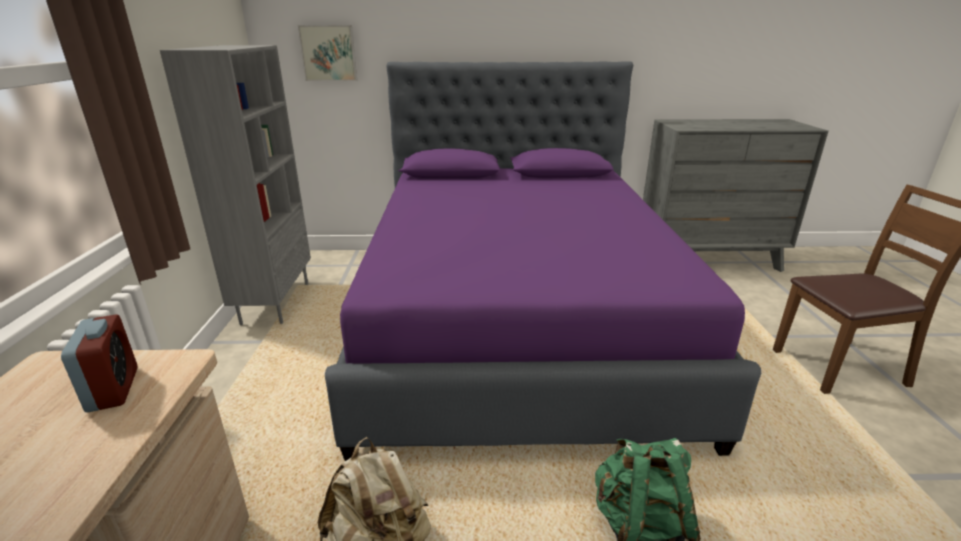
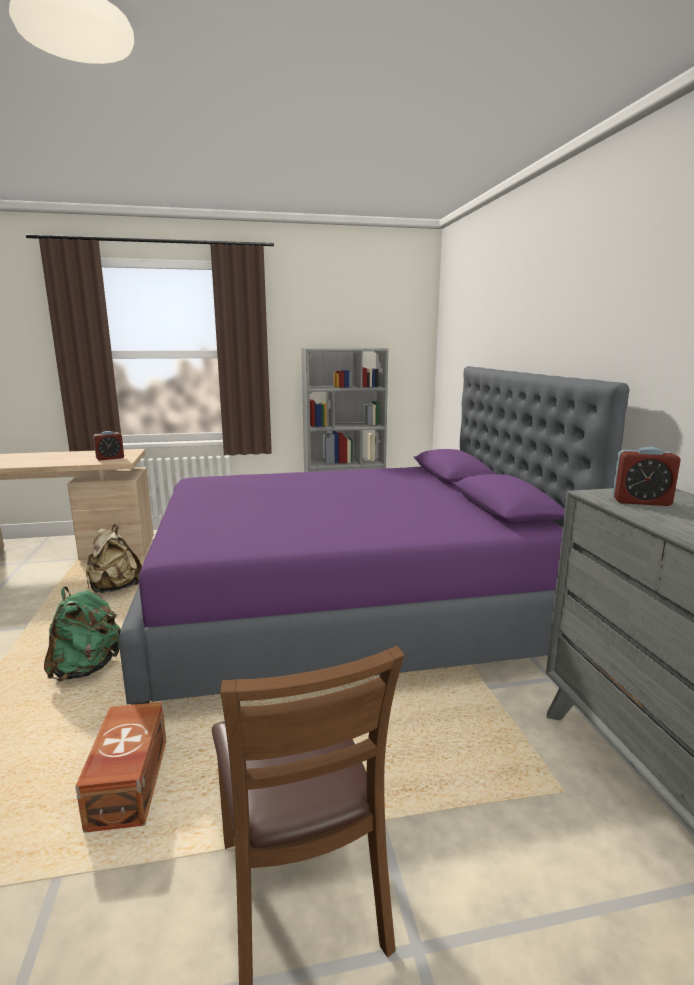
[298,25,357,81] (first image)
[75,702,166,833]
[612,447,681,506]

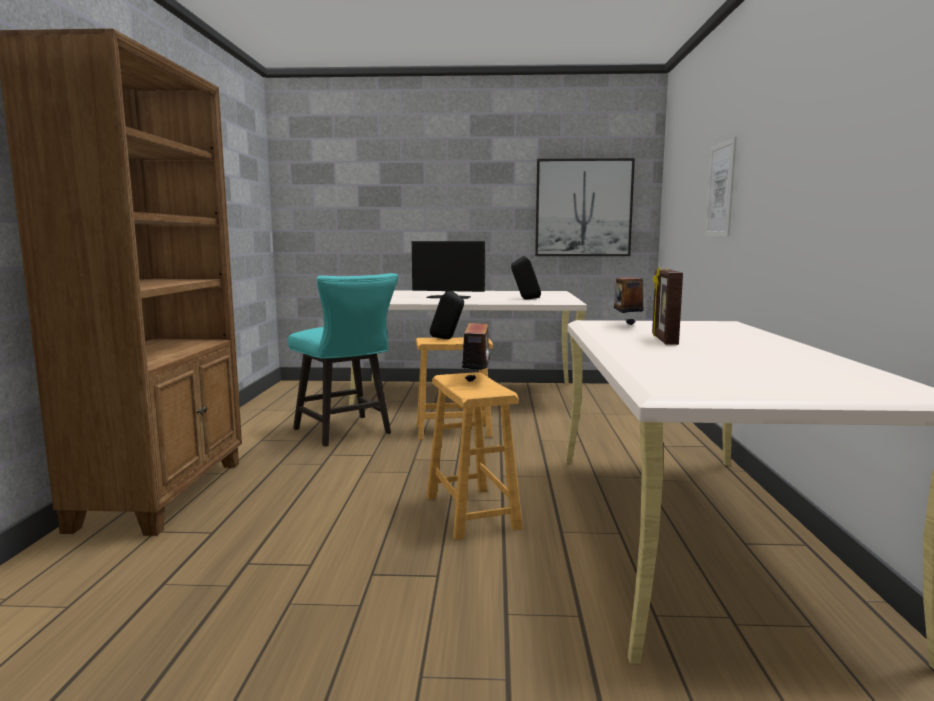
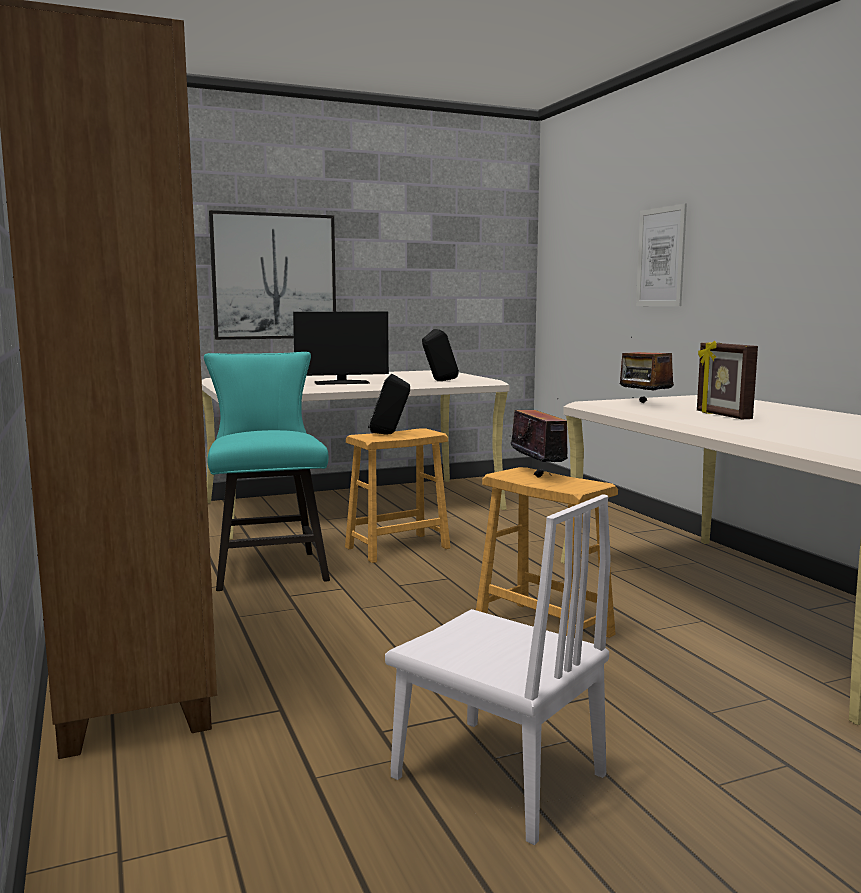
[385,494,611,845]
[209,210,336,340]
[204,352,330,591]

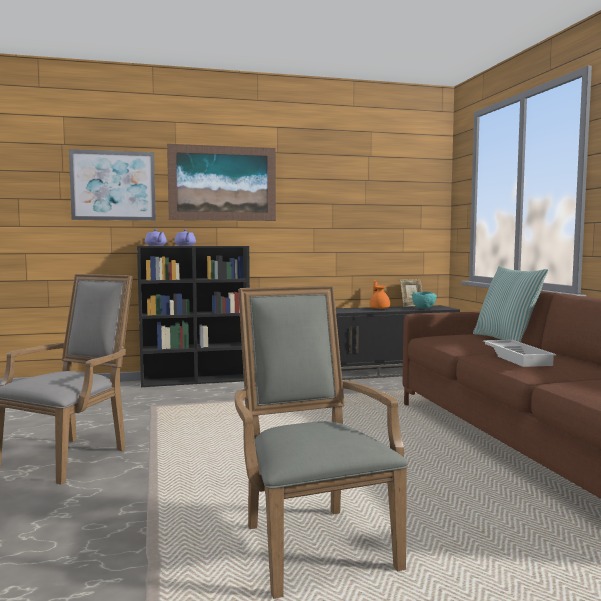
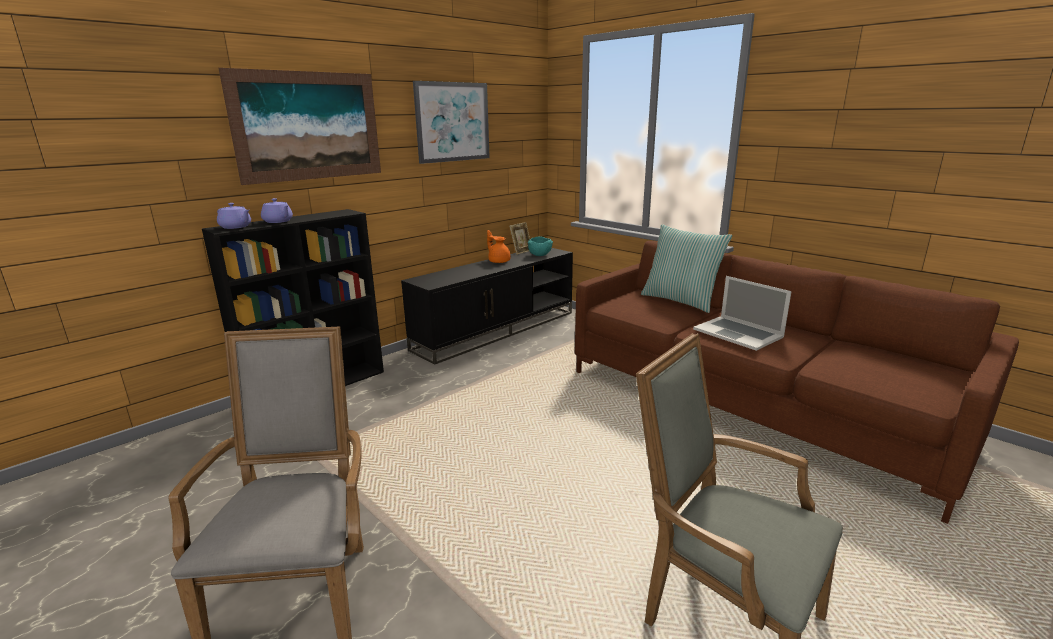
[413,81,490,164]
[693,276,792,351]

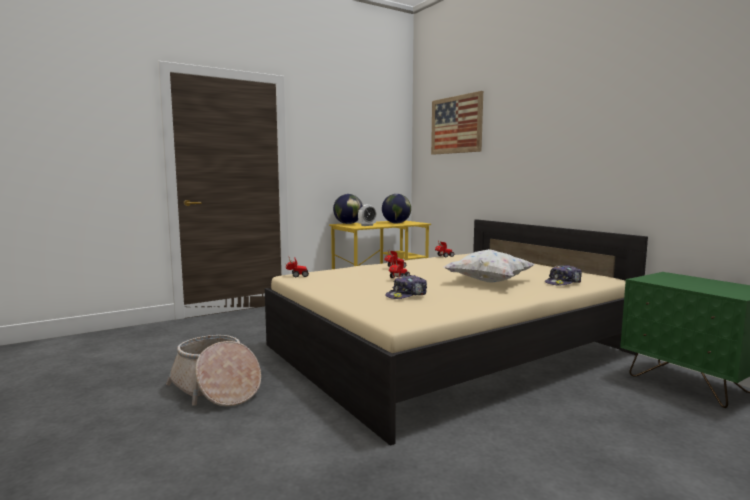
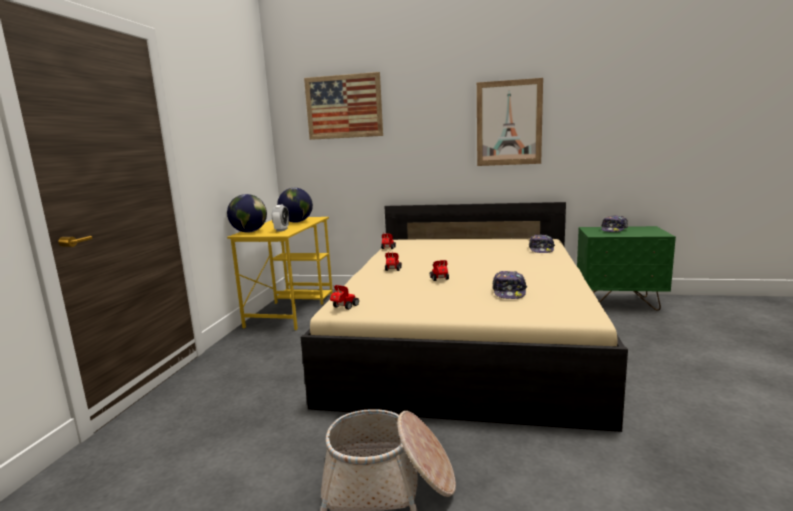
[444,249,535,283] (first image)
[477,78,543,166]
[601,215,628,232]

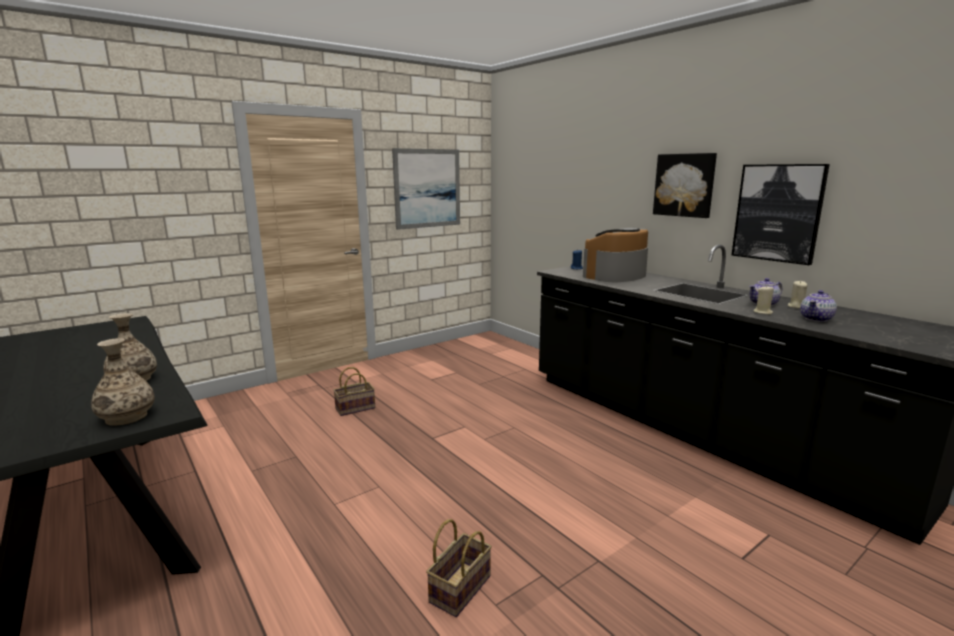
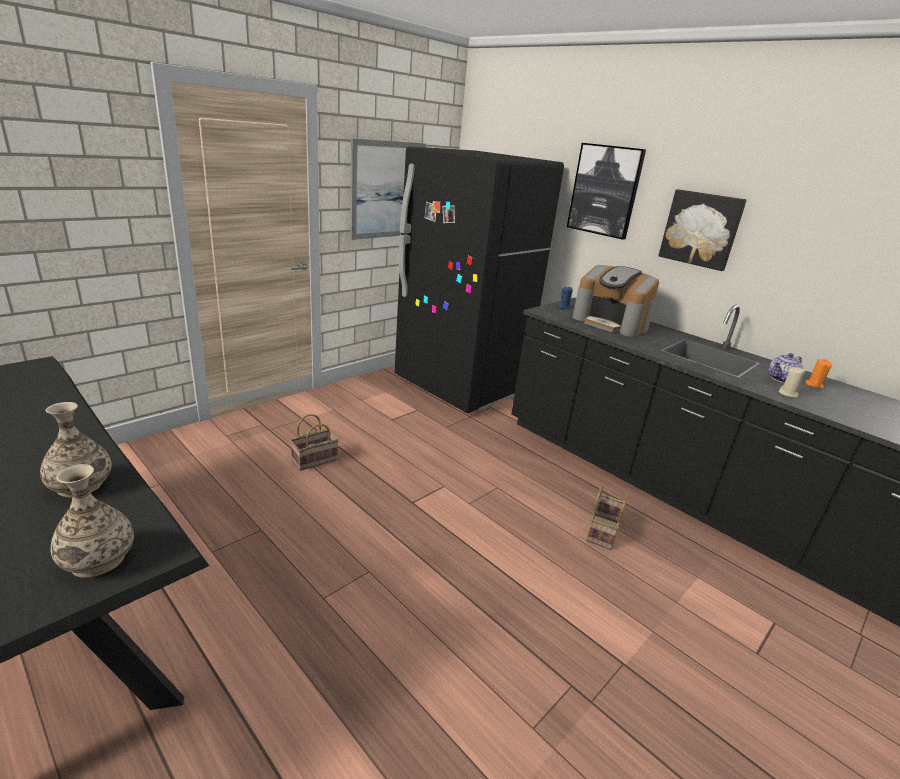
[800,290,837,322] (first image)
[395,147,564,413]
[586,484,628,550]
[567,143,646,240]
[805,359,832,389]
[573,265,659,337]

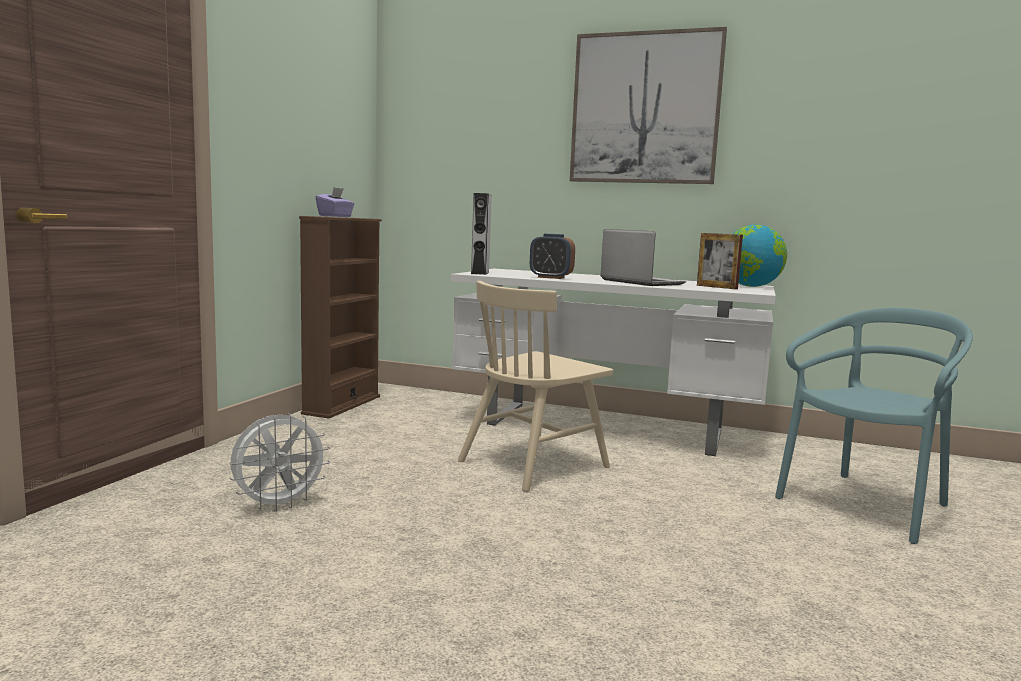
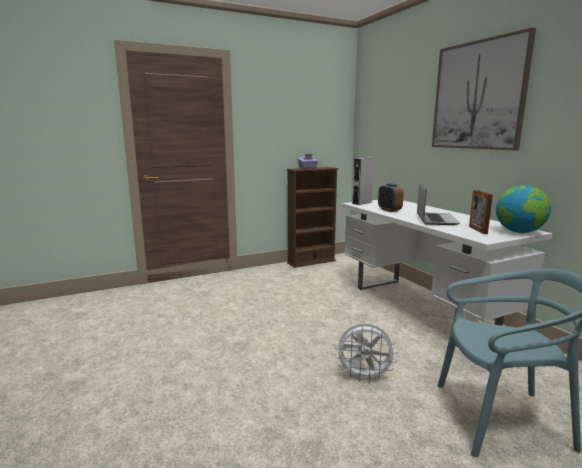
[458,281,613,492] (first image)
[335,324,398,382]

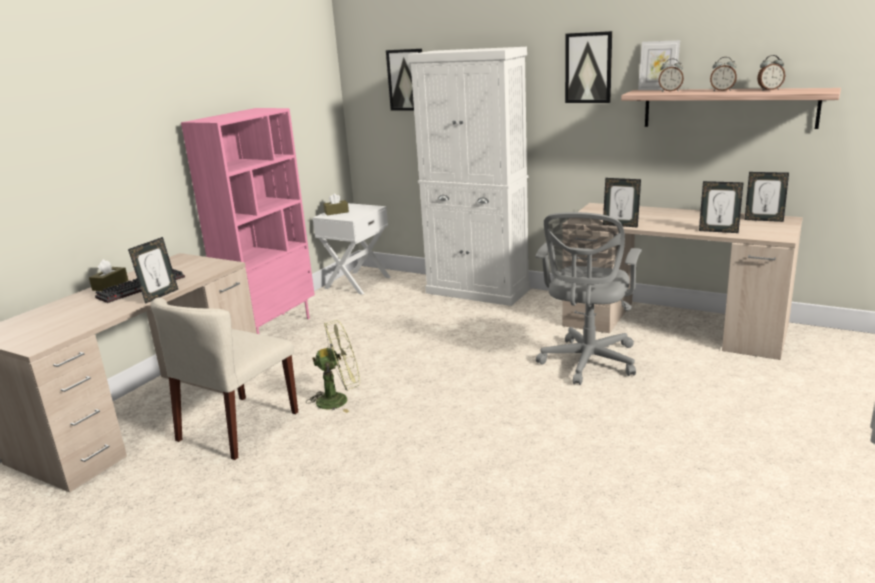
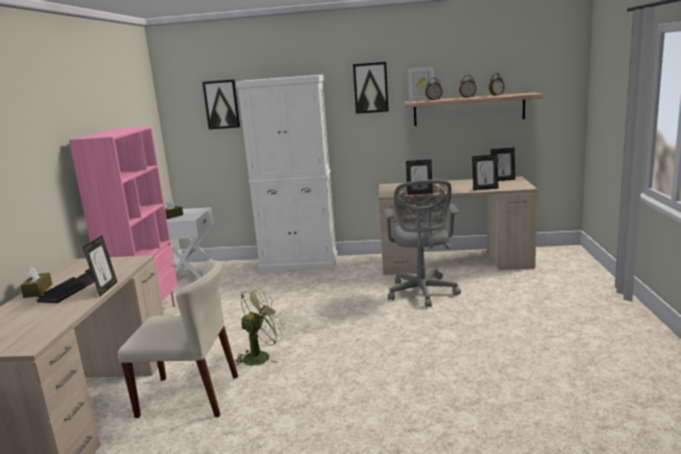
[118,260,238,418]

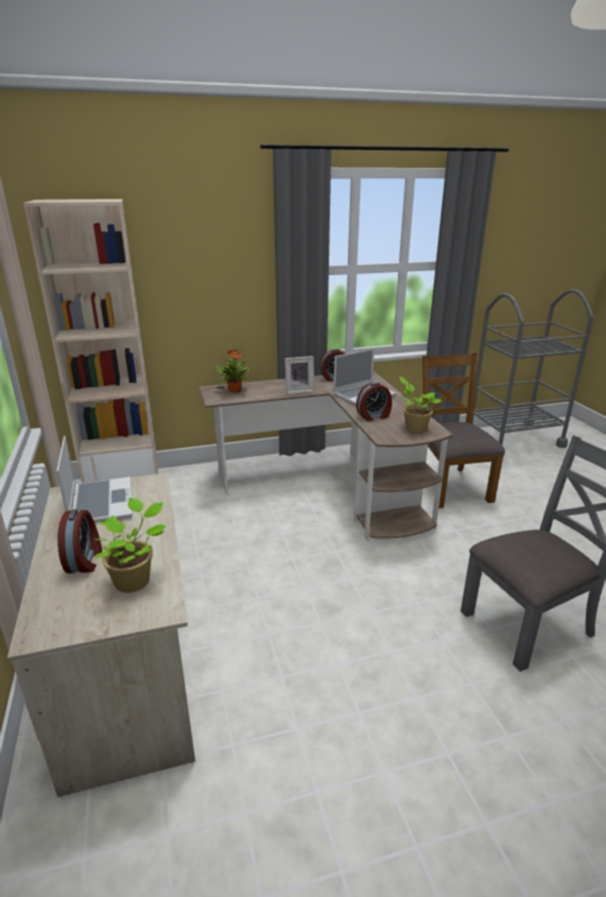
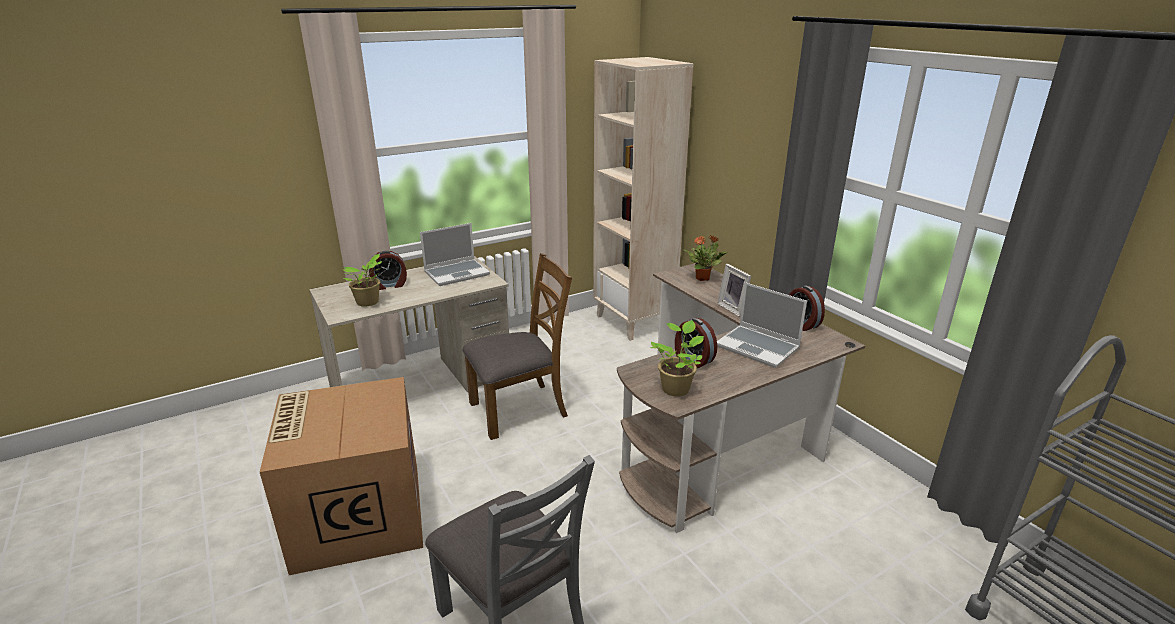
[260,377,423,575]
[462,253,572,440]

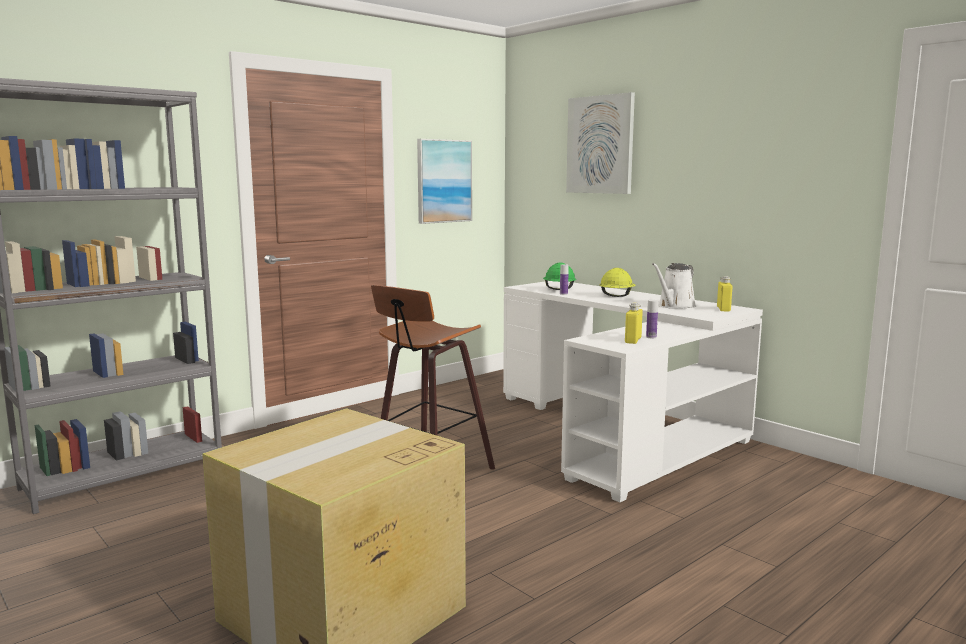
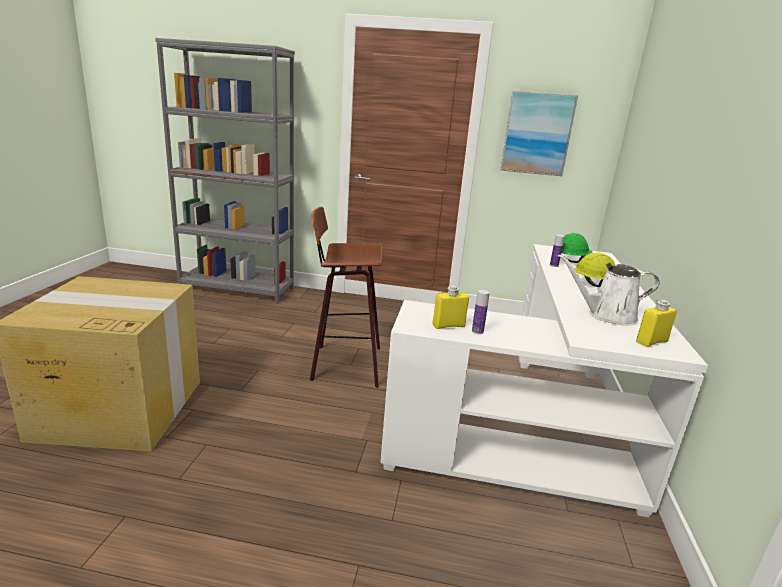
[566,92,635,194] (first image)

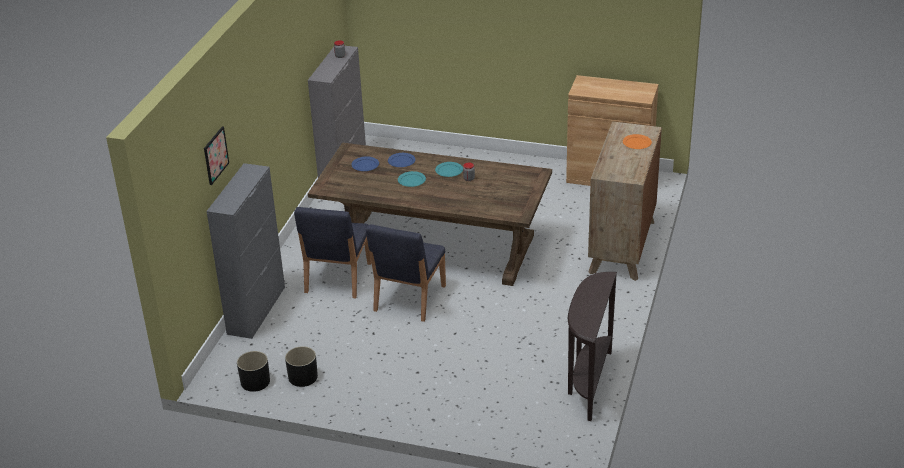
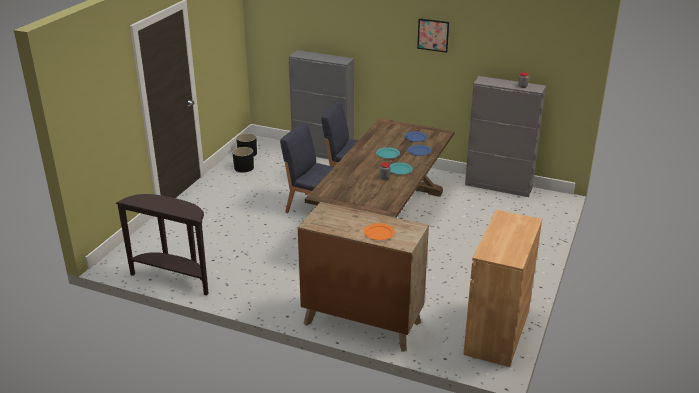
[417,18,449,53]

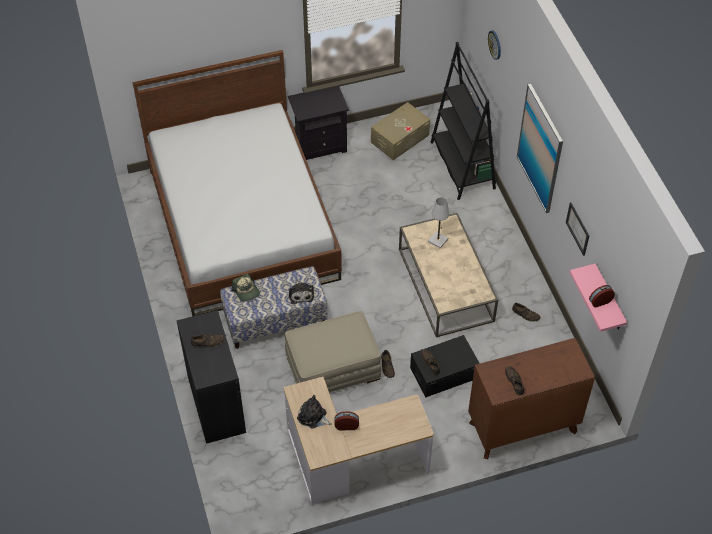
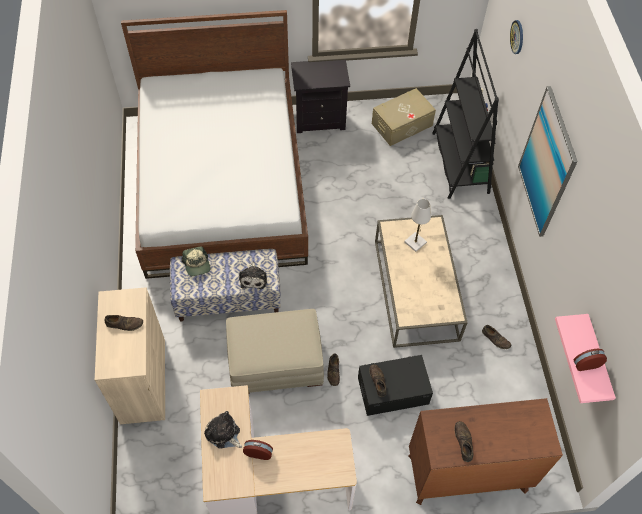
[566,202,589,256] (first image)
[95,287,165,424]

